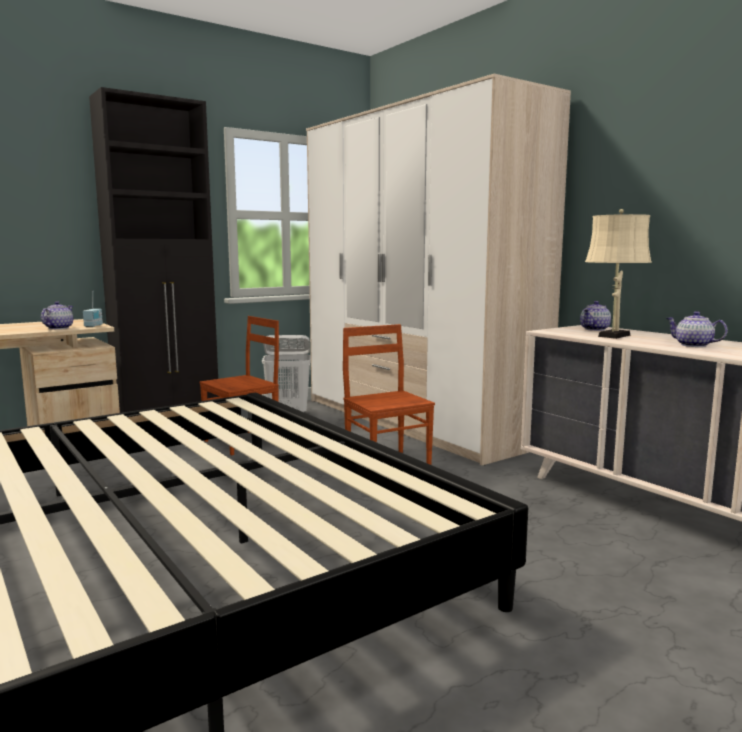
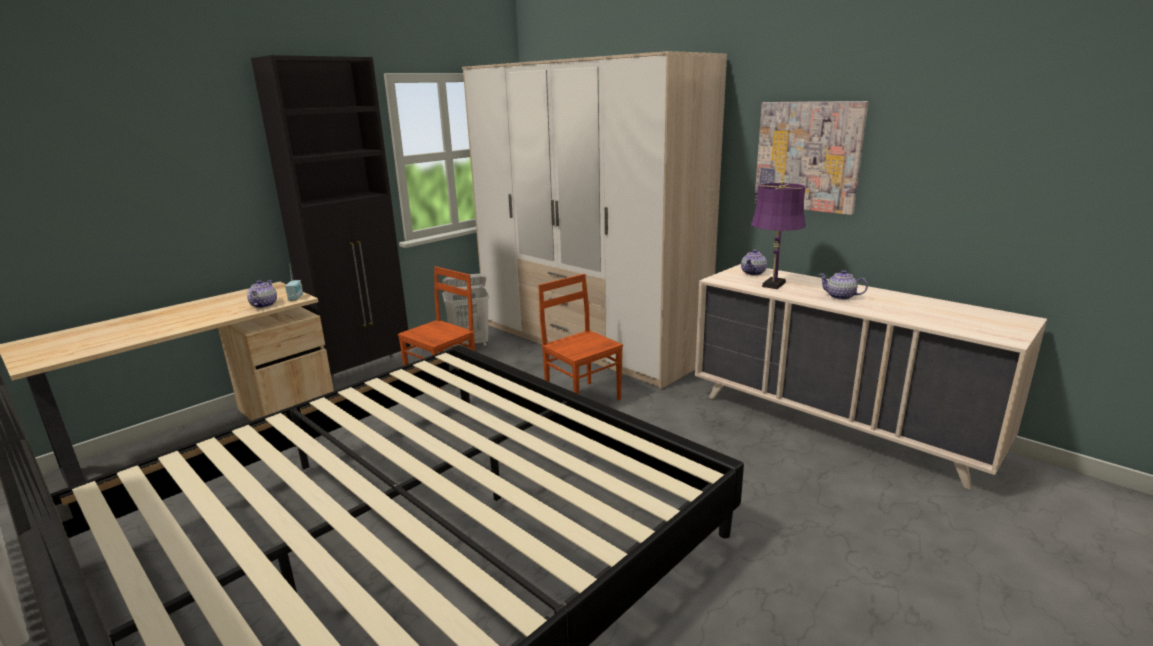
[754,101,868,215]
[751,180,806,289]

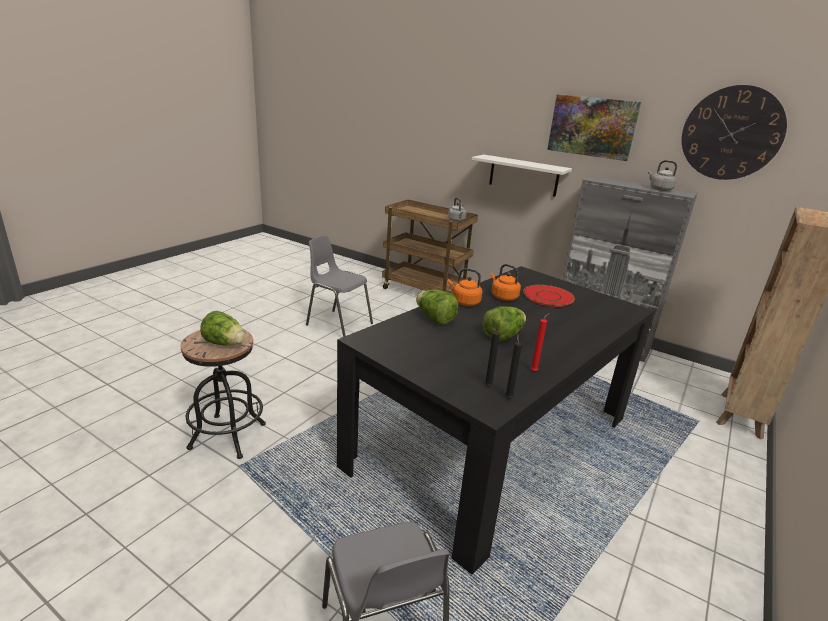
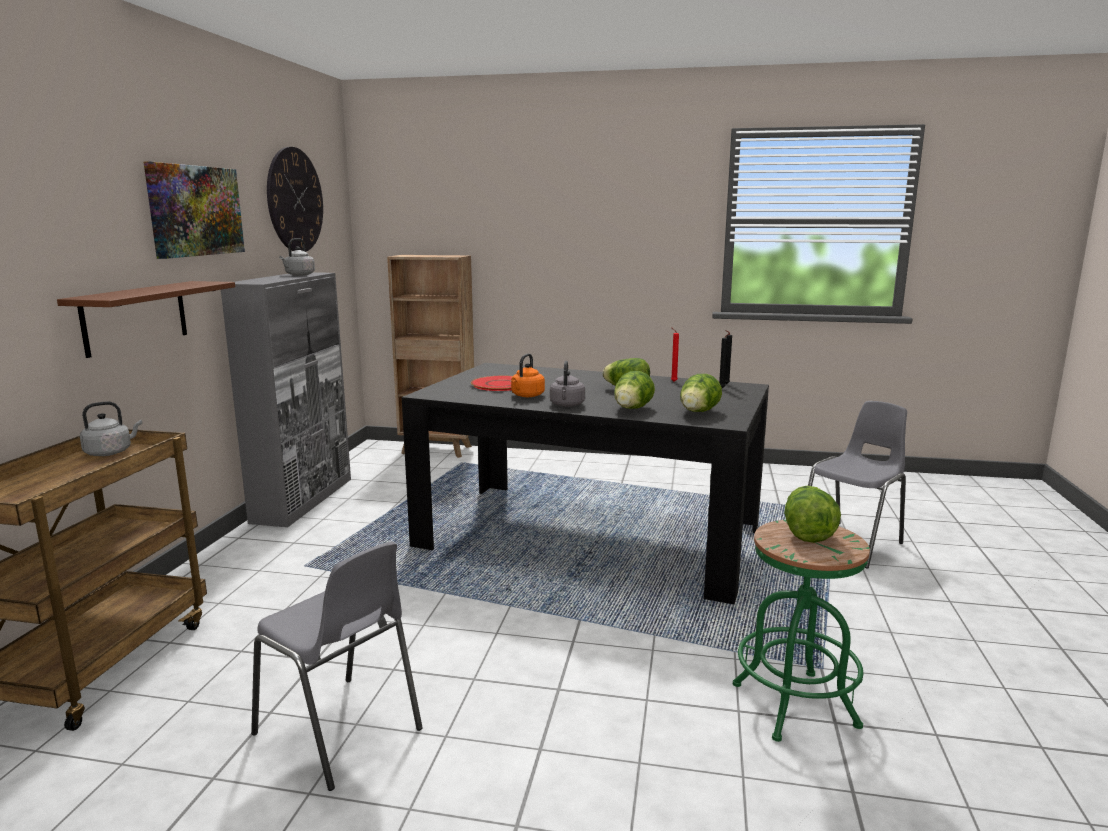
[680,374,722,412]
[733,520,870,742]
[550,361,585,407]
[57,281,235,358]
[251,541,423,791]

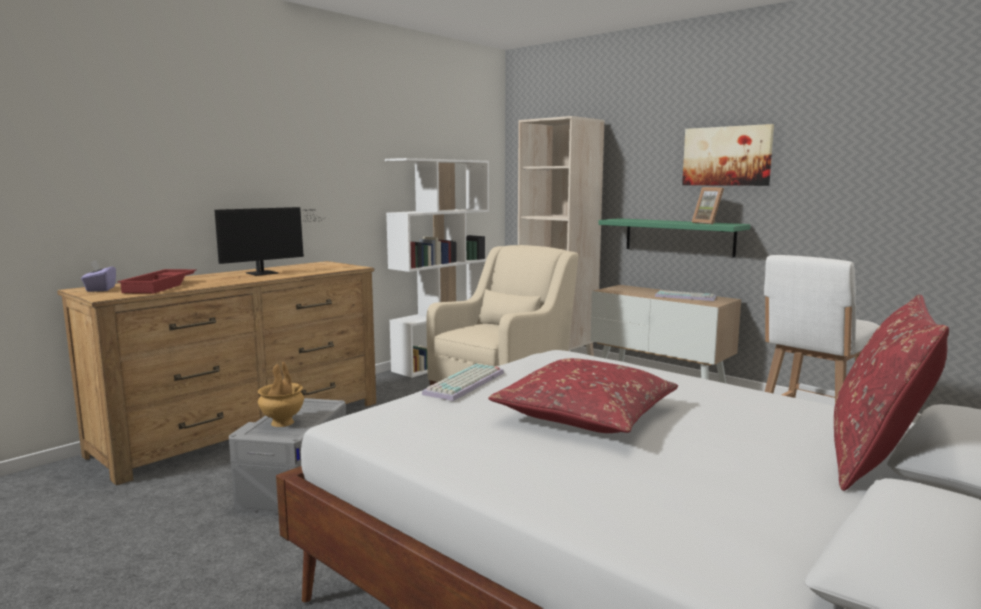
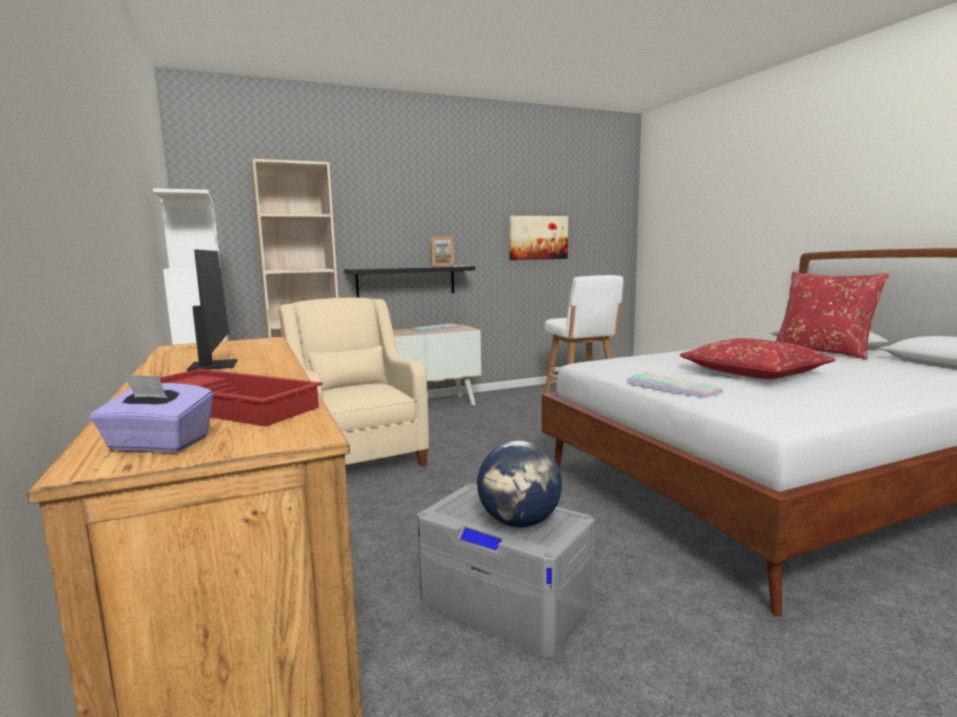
[509,216,568,260]
[477,440,562,527]
[344,266,475,298]

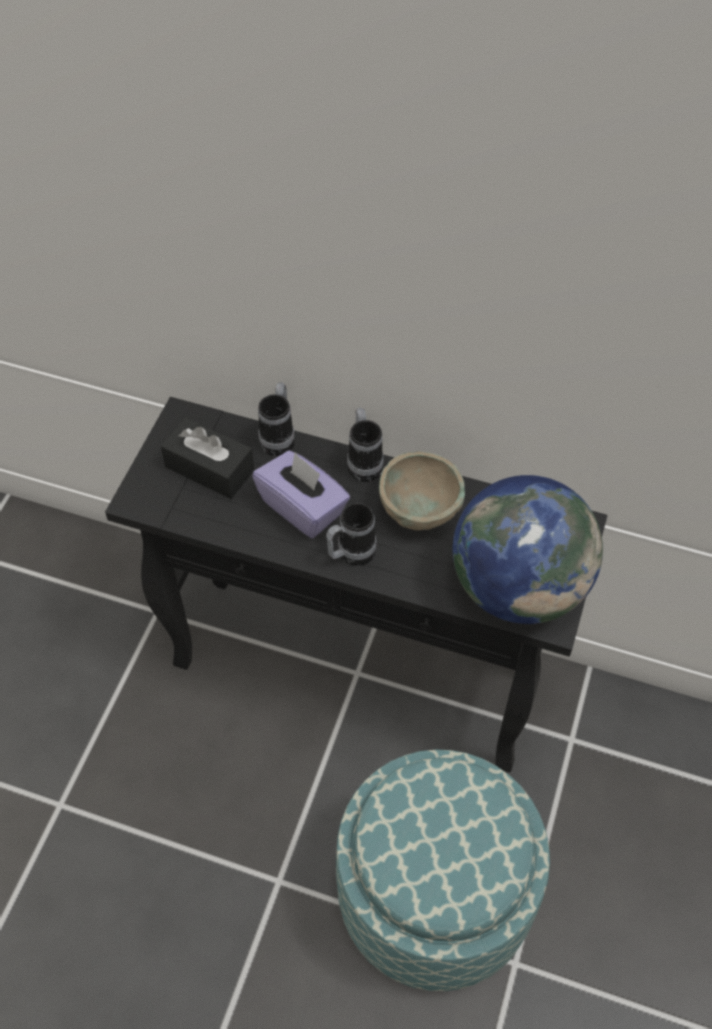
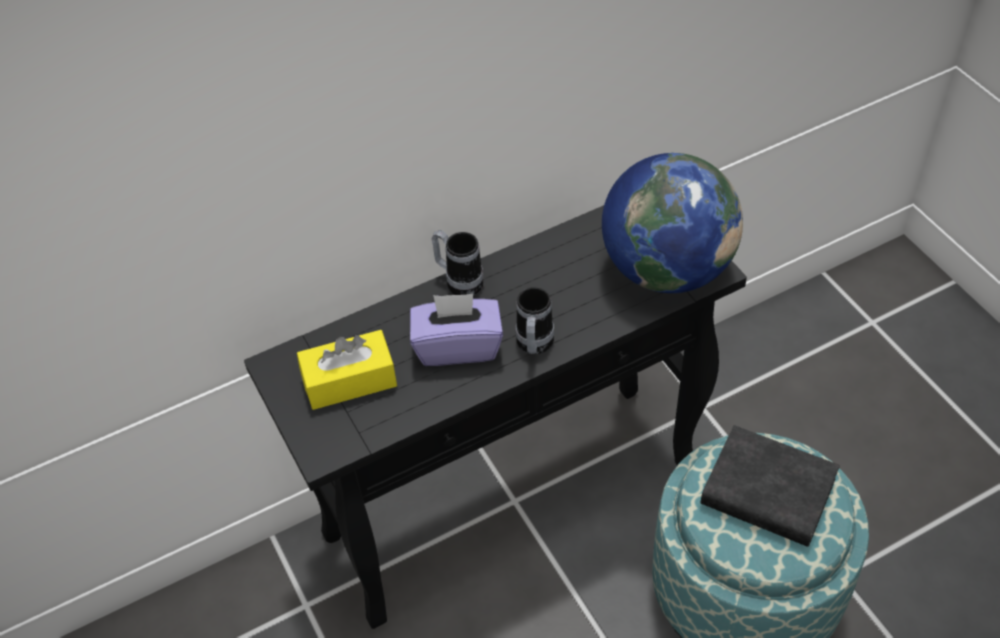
[258,383,295,456] (first image)
[379,451,465,530] (first image)
[701,425,840,547]
[297,330,397,410]

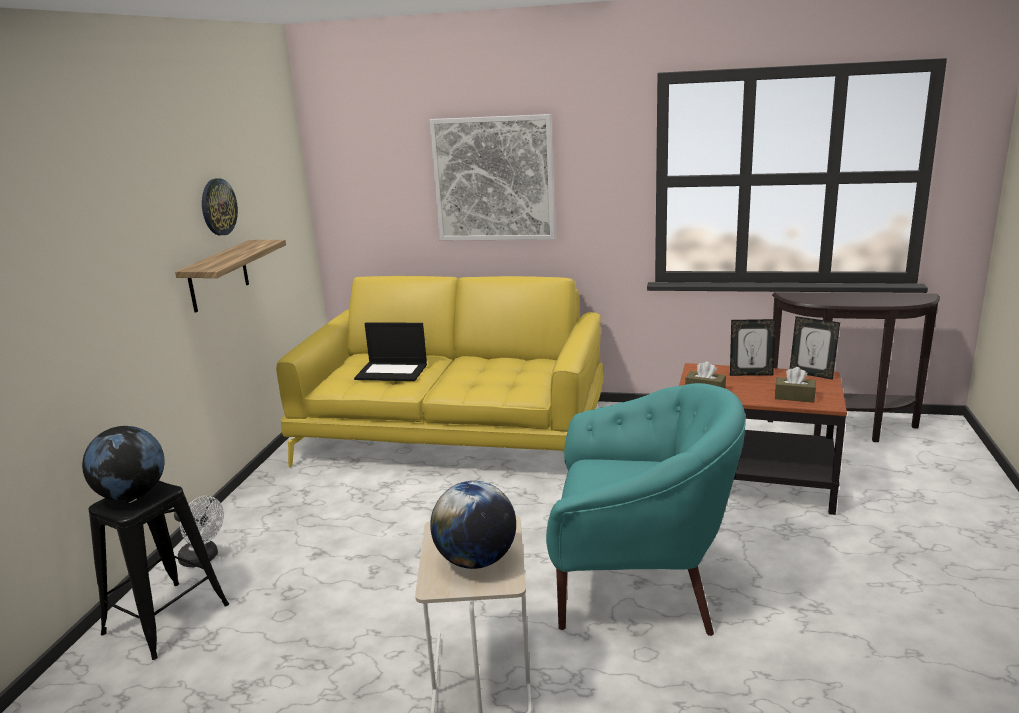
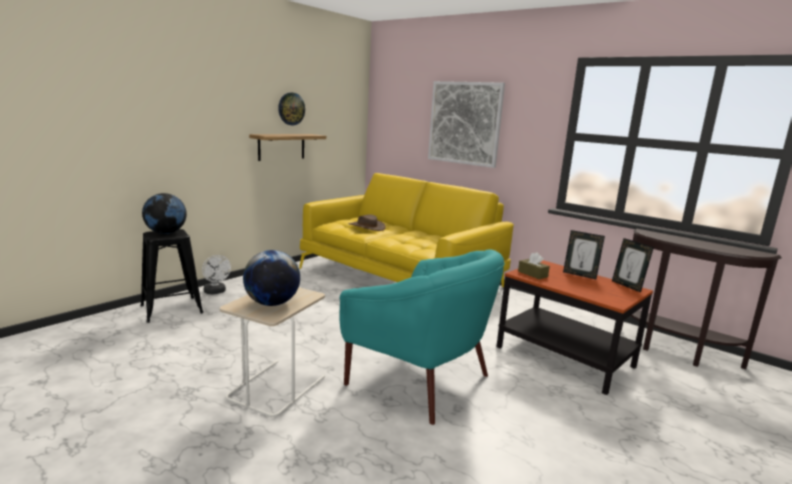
[775,367,816,403] (first image)
[349,215,386,231]

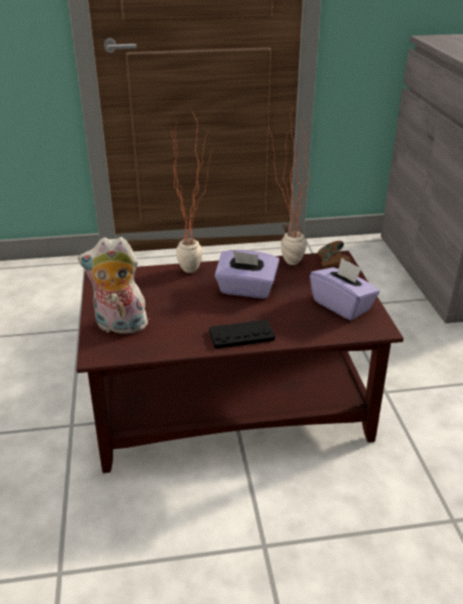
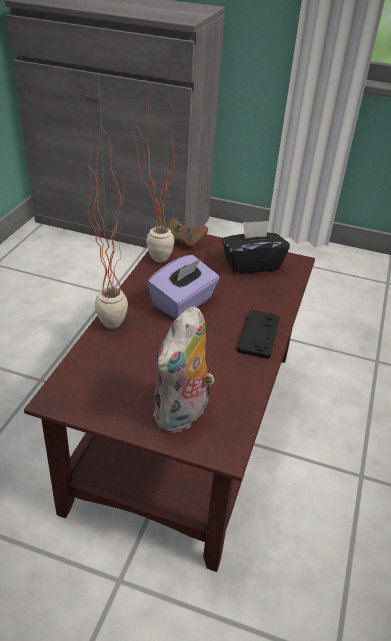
[222,221,290,274]

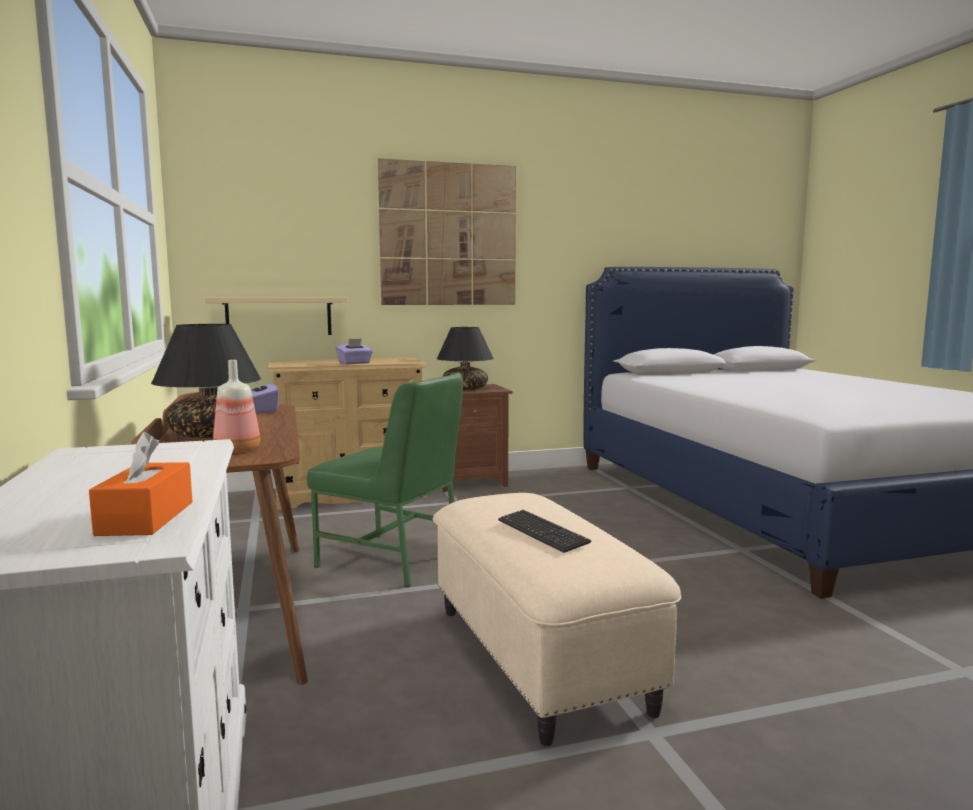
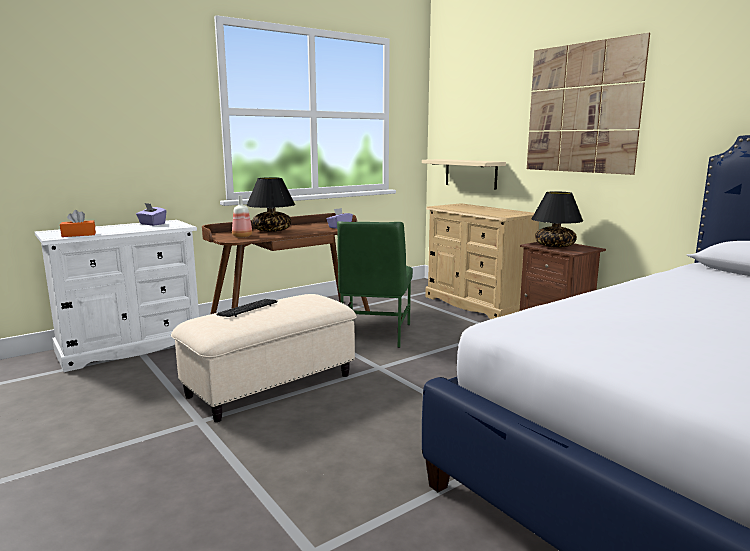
[136,203,166,226]

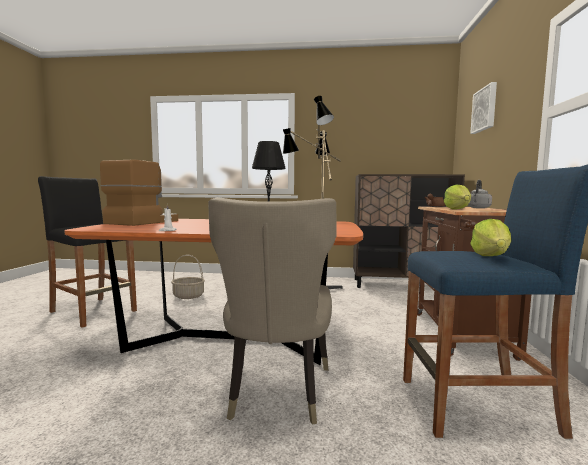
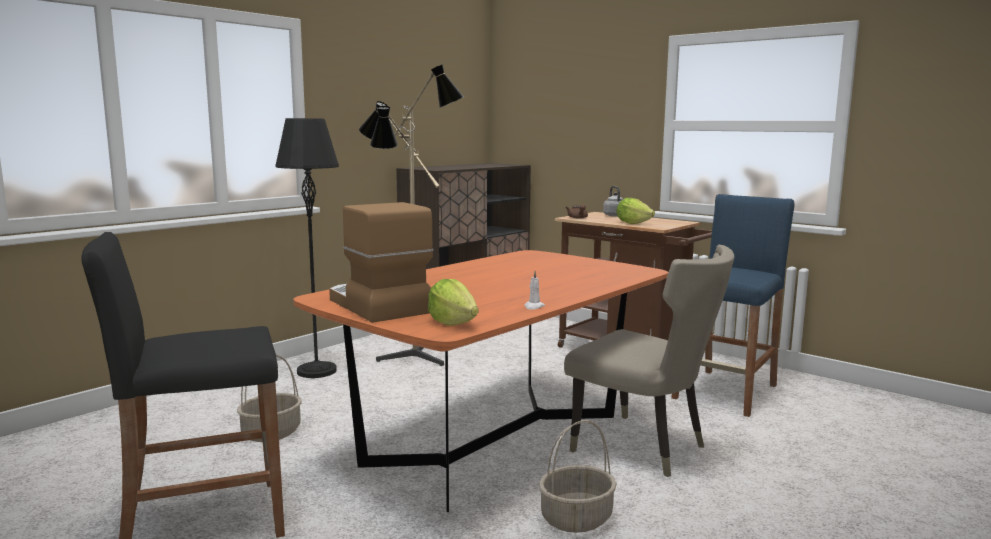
[470,82,497,134] (first image)
[539,420,617,533]
[428,279,479,326]

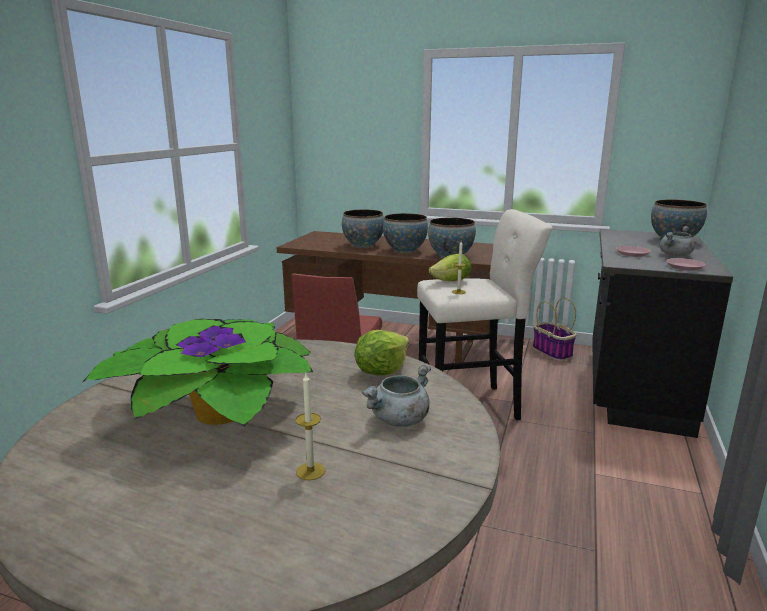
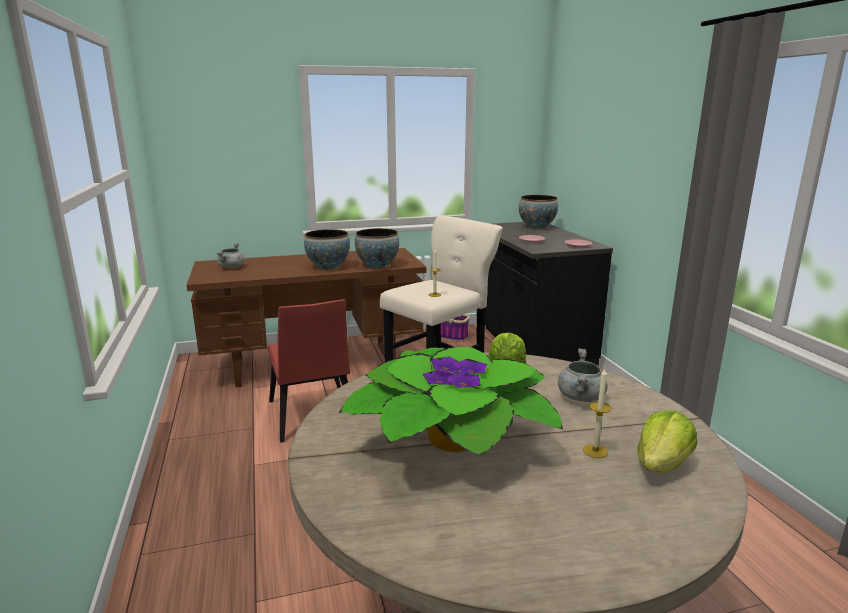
[342,209,384,248] (first image)
[637,411,697,473]
[217,243,244,269]

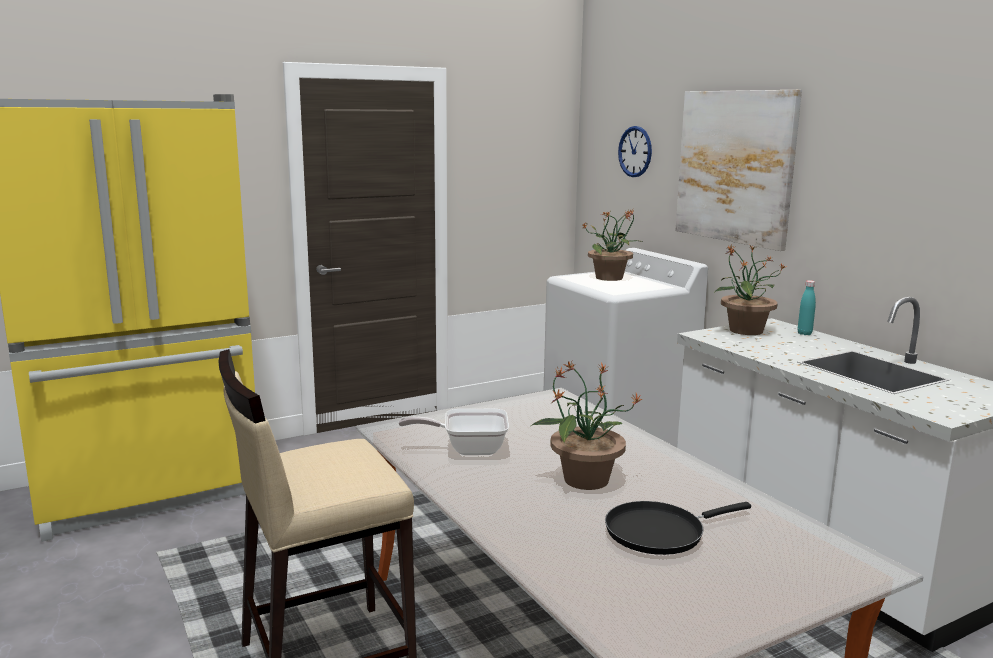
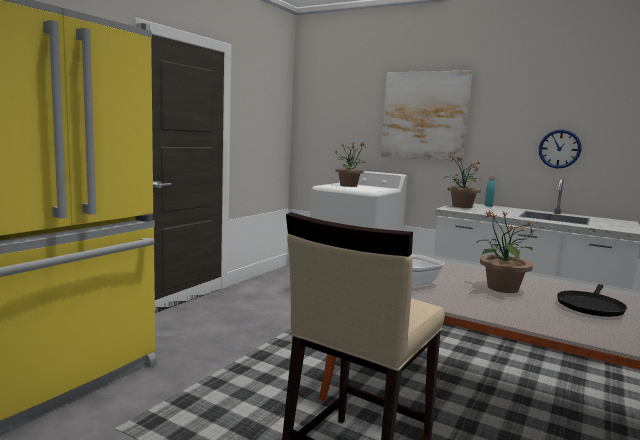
[539,129,581,168]

